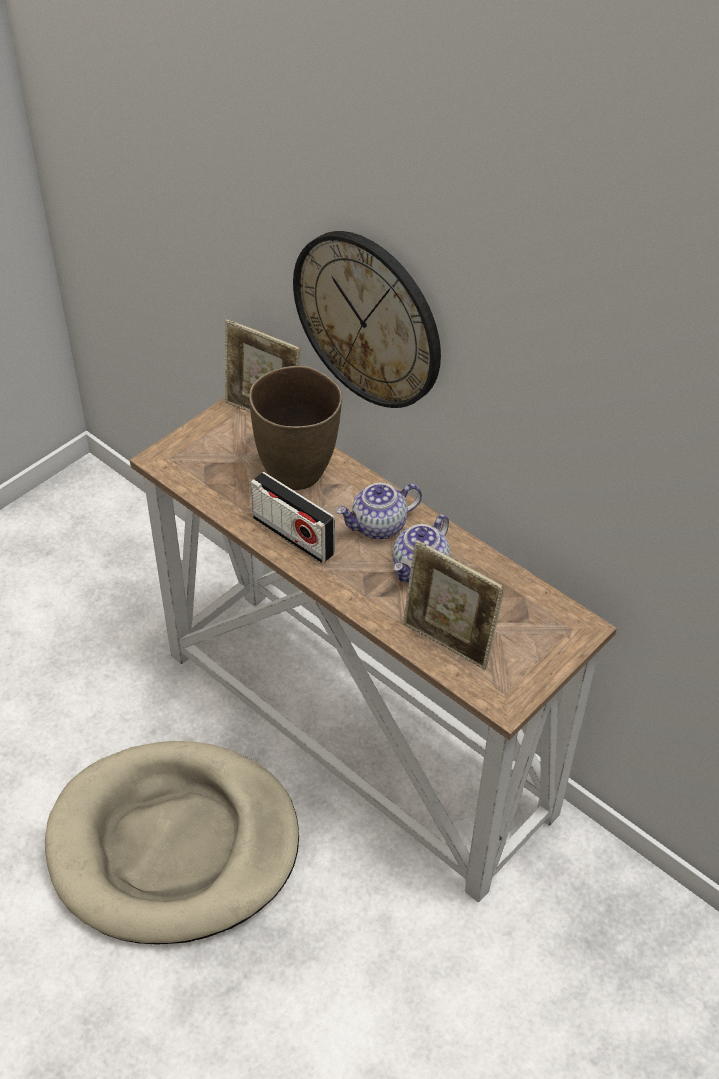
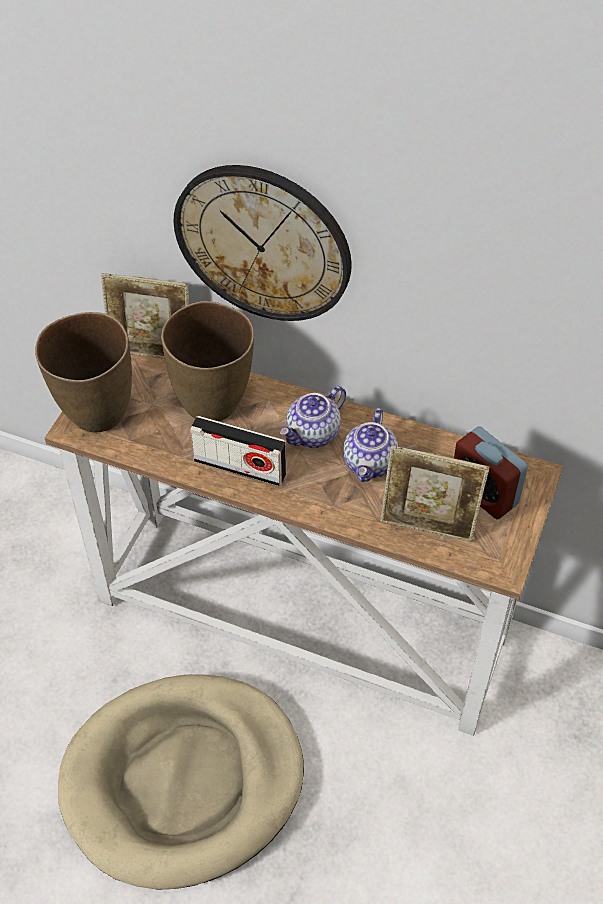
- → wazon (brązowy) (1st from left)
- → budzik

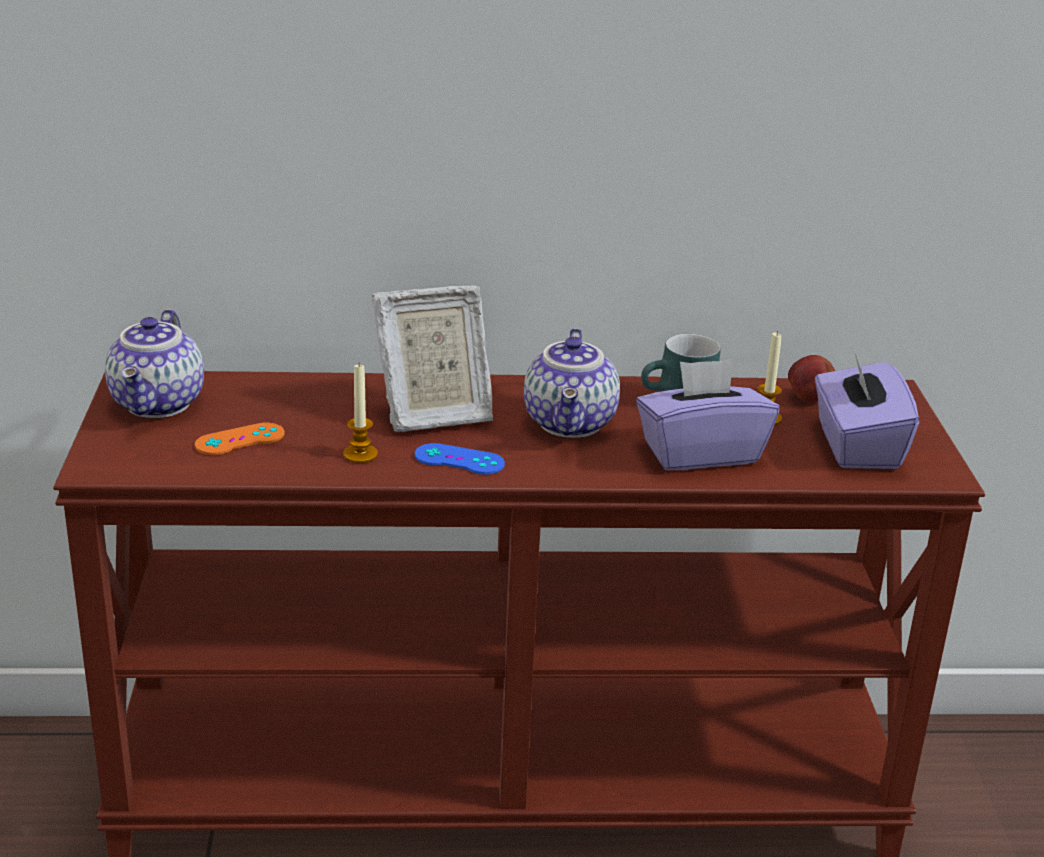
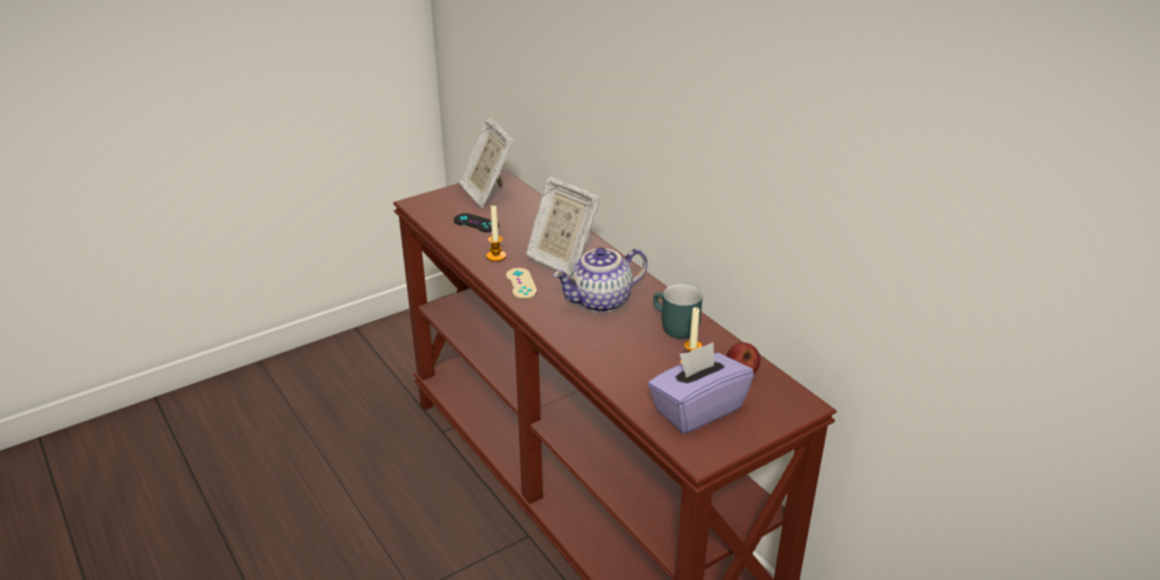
imbryk (1st from left) → ramka na zdjęcie (1st from left)
pad do gier (pomarańczowy) → pad do gier (czarny)
pad do gier (niebieski) → pad do gier (beżowy)
pudełko chusteczek (fioletowy) (1st from left) → -

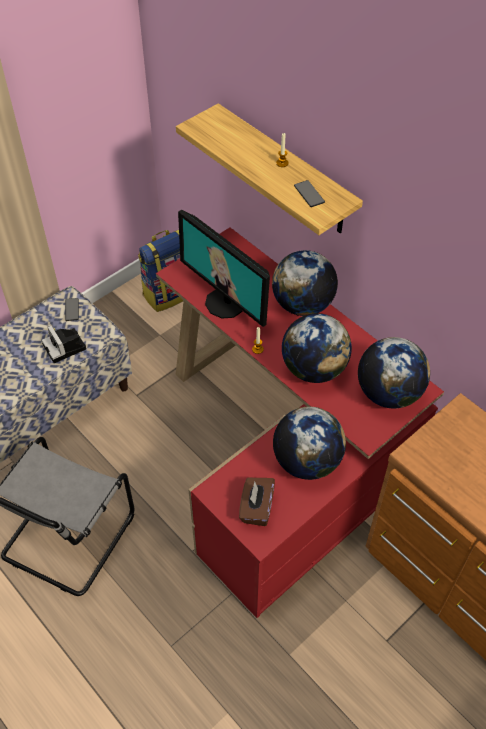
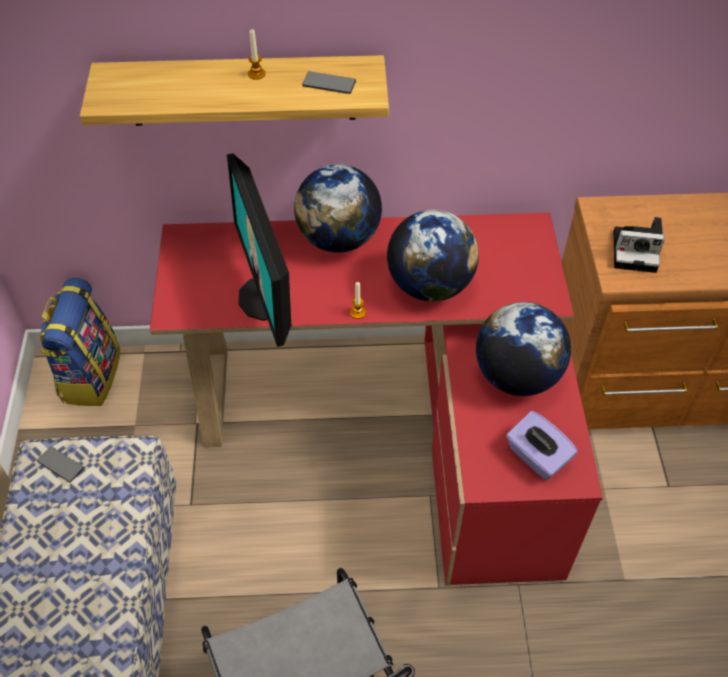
aparat fotograficzny, moved
monitor, 75 degrees clockwise
pudełko chusteczek (brązowy) → pudełko chusteczek (fioletowy)
globus (4th from left) → -

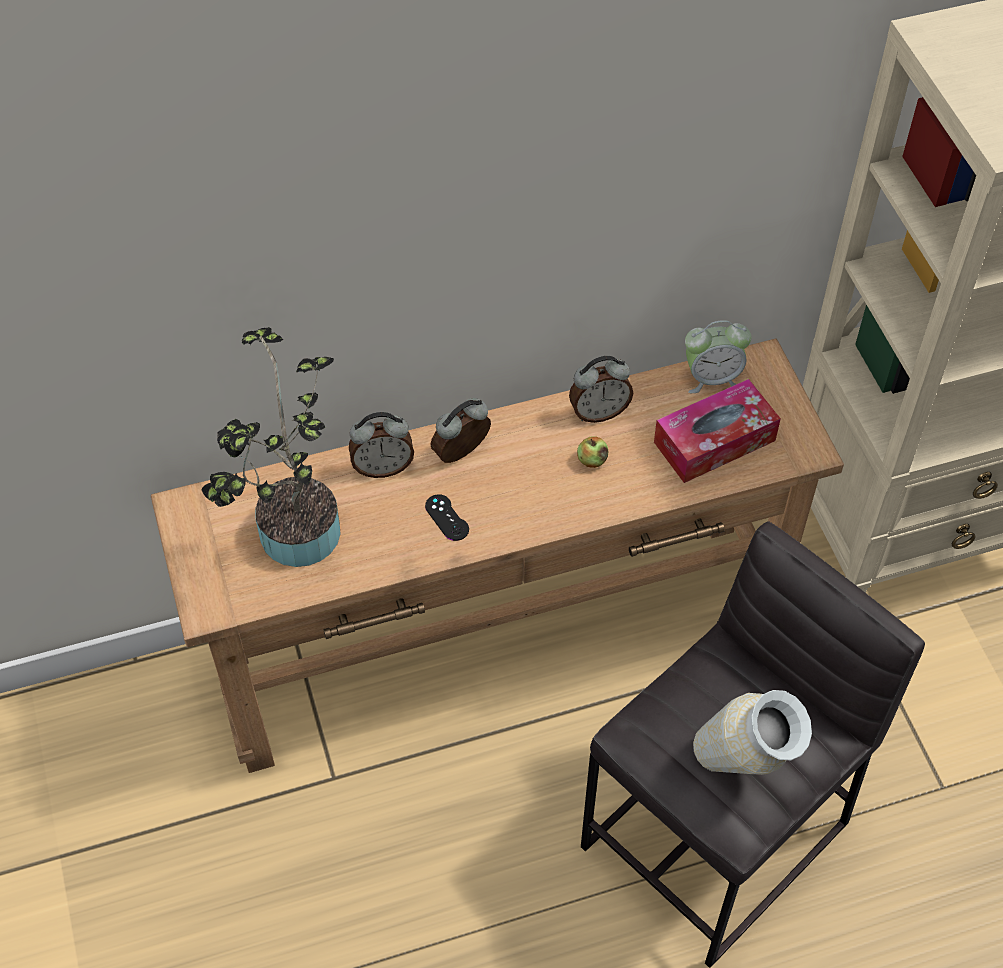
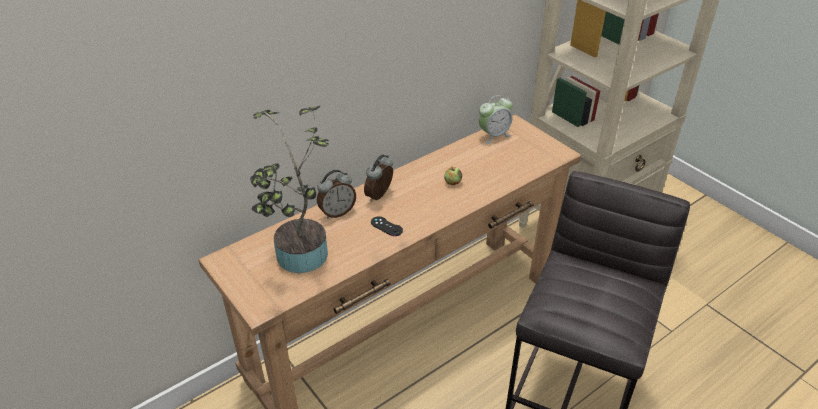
budzik (3rd from left) → -
pudełko chusteczek → -
wazon → -

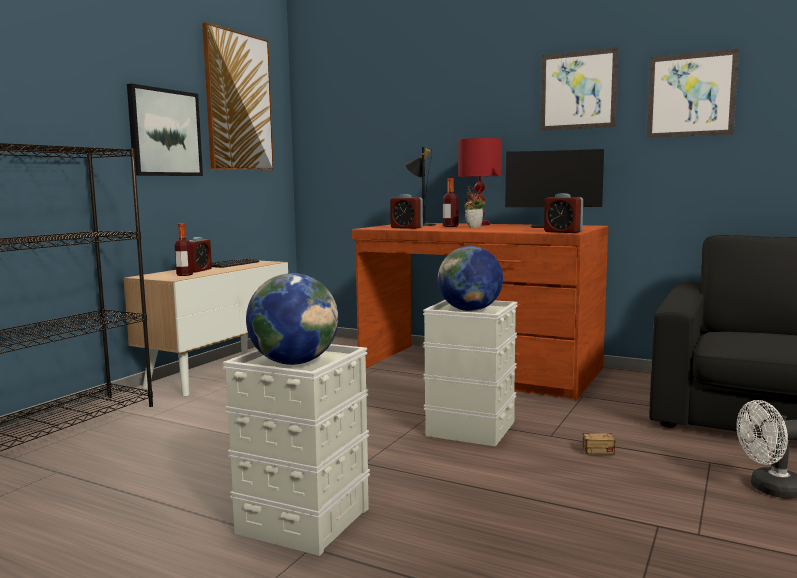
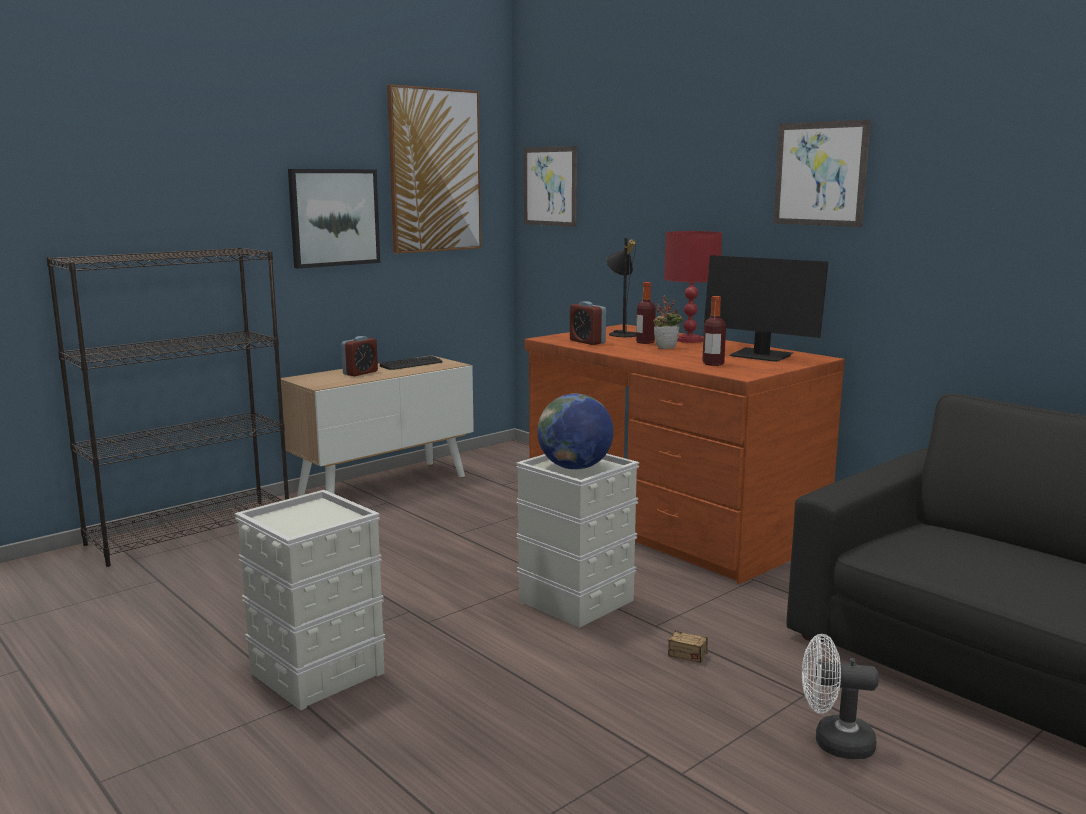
butelka (1st from left in the first image) → butelka (2nd from left), moved
globus (1st from left) → -
budzik (3rd from left) → -
obraz (4th from left in the first image) → obraz (3rd from left), moved

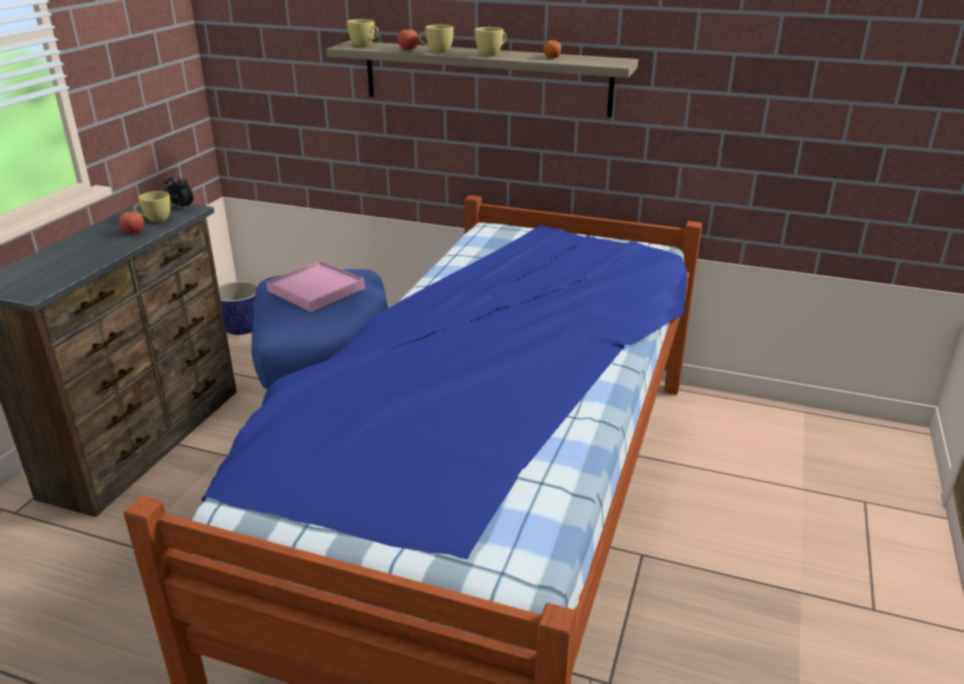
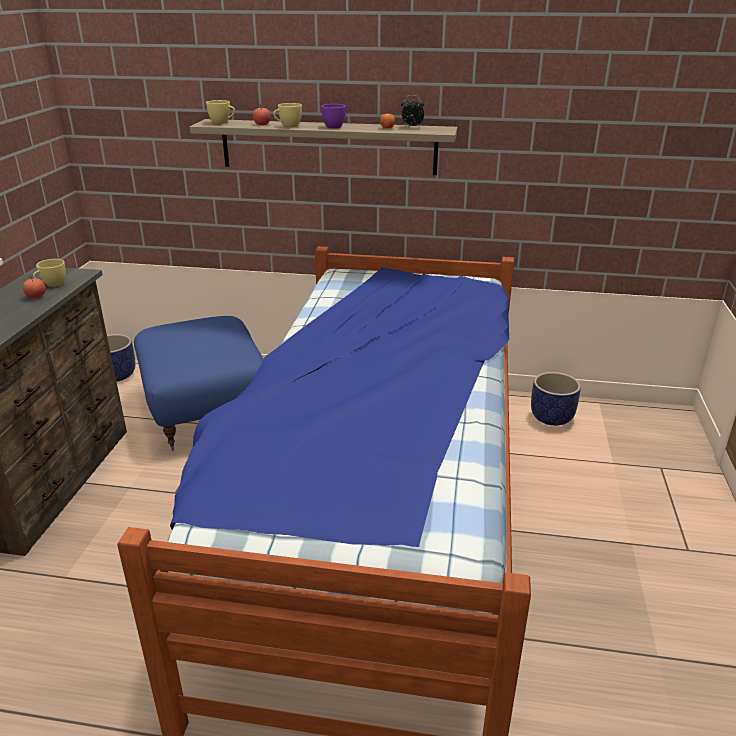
budzik, moved
taca (różowy) → -
filiżanka (żółty) (4th from left) → filiżanka (fioletowy)
- → donica (2nd from left)

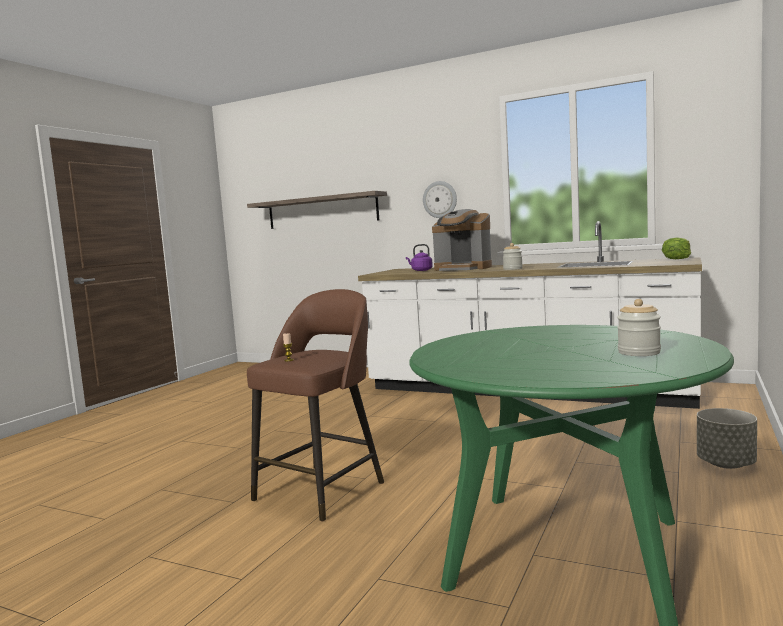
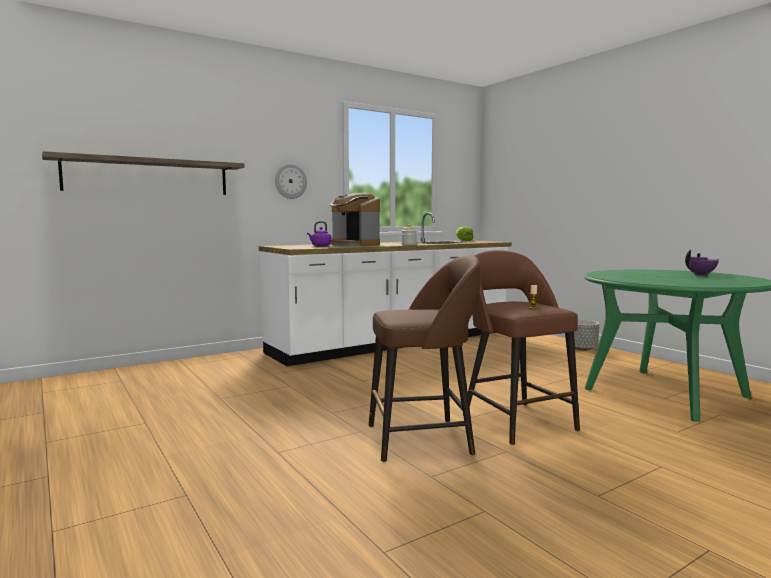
ekspres do kawy, 75 degrees clockwise
słoik (2nd from left) → imbryk (fioletowy)
- → stołek (brązowy) (1st from left)

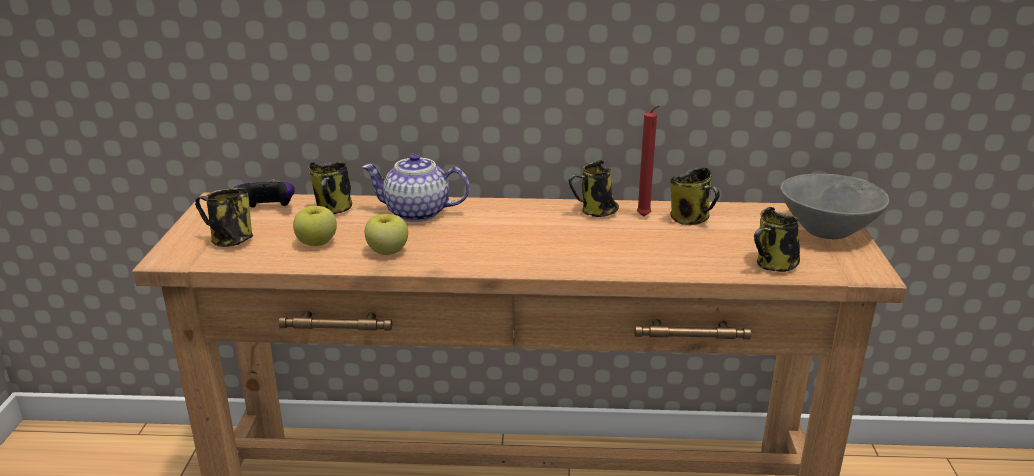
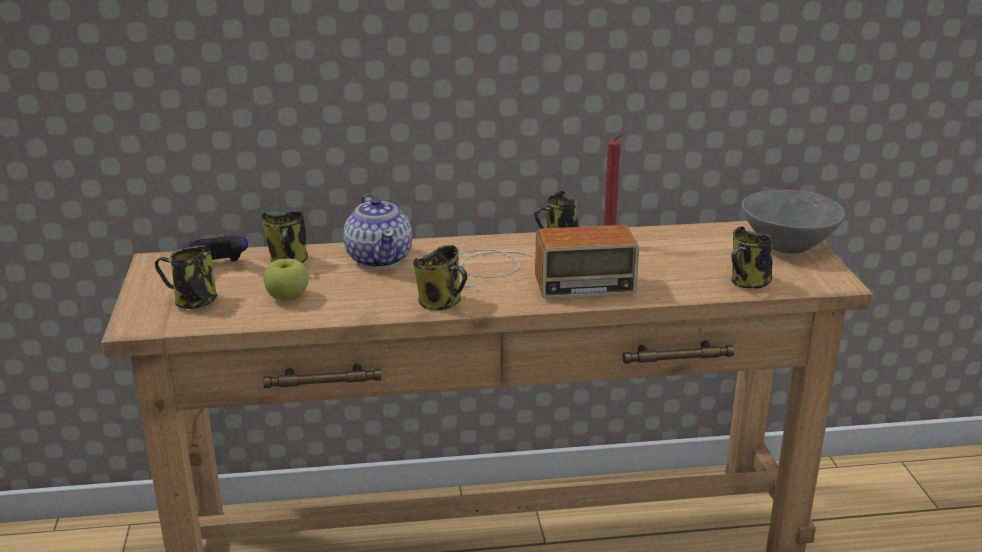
imbryk, 105 degrees counterclockwise
jabłko (2nd from left) → -
kubek (4th from left in the first image) → kubek (3rd from left), moved
- → radio

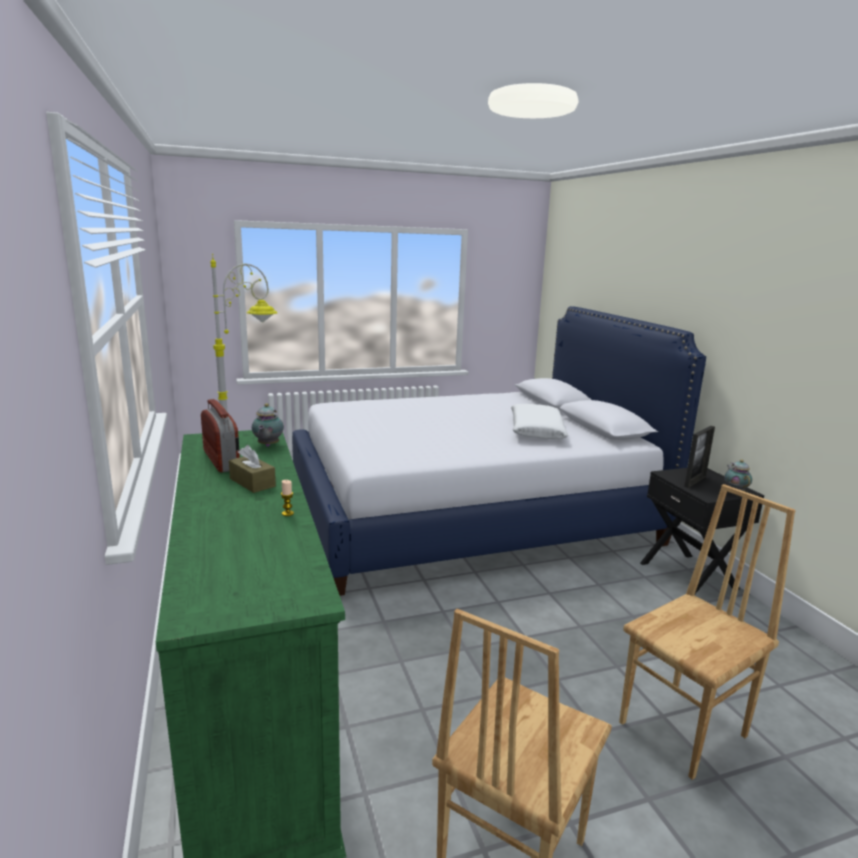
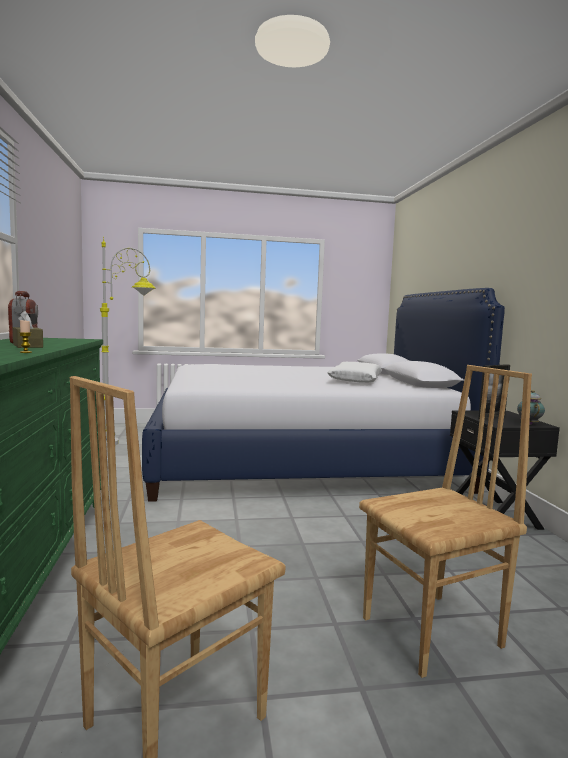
imbryk (1st from left) → -

